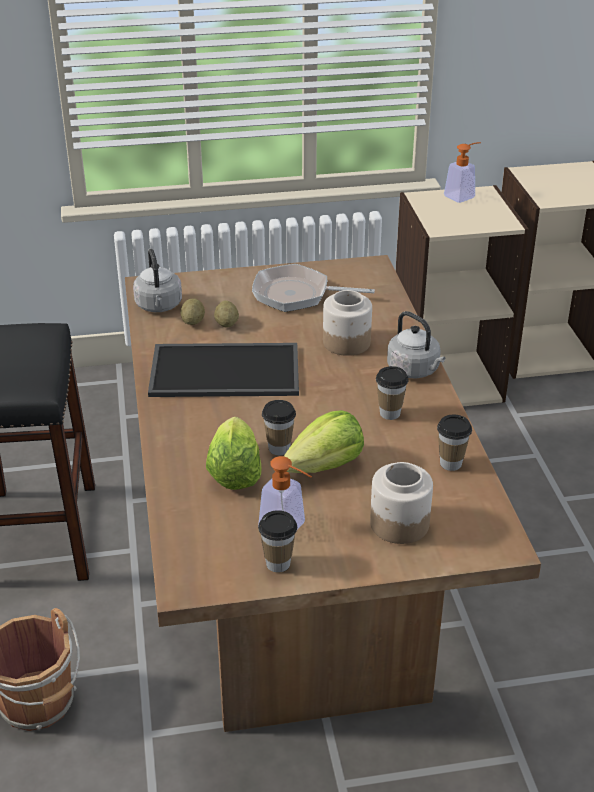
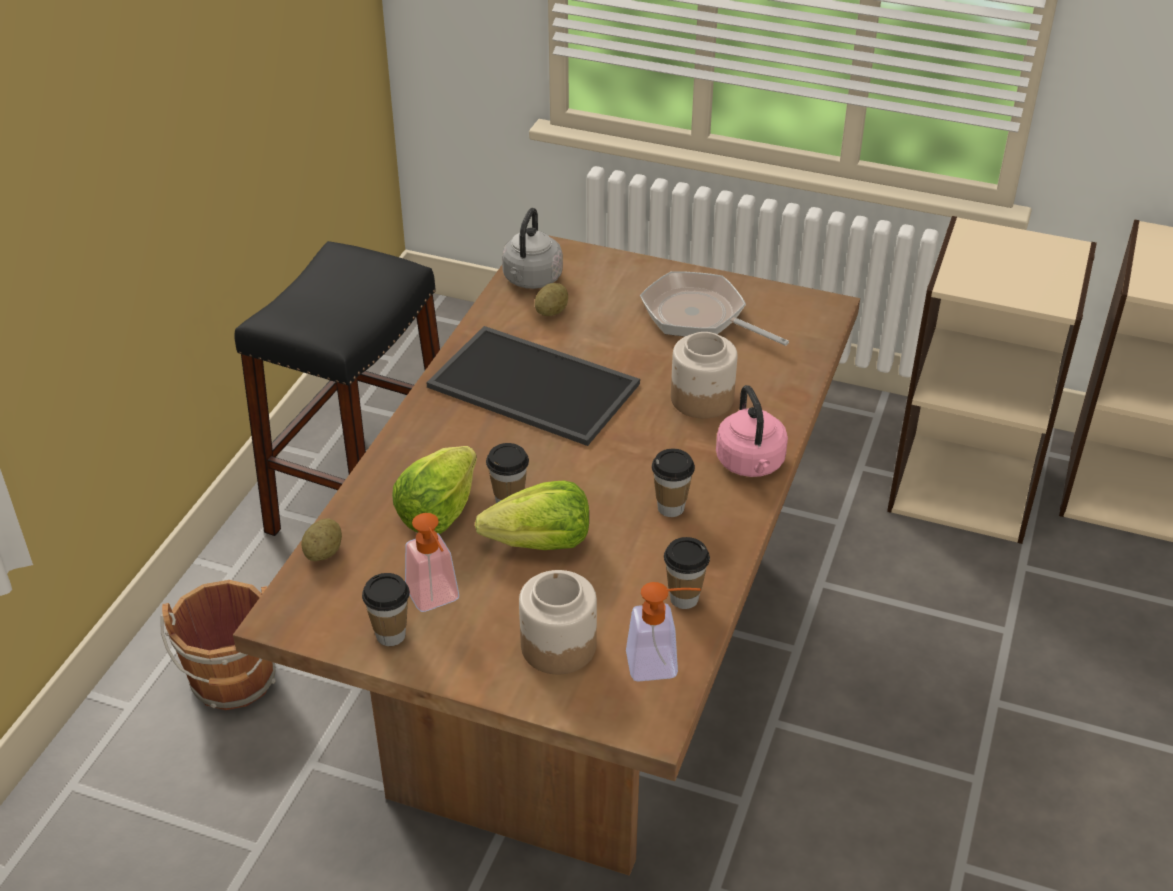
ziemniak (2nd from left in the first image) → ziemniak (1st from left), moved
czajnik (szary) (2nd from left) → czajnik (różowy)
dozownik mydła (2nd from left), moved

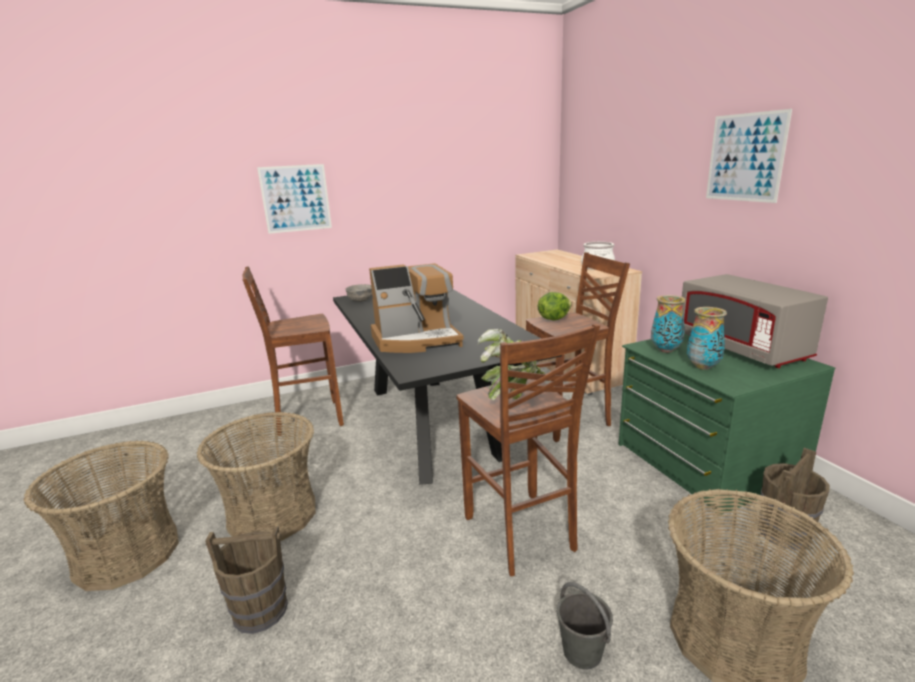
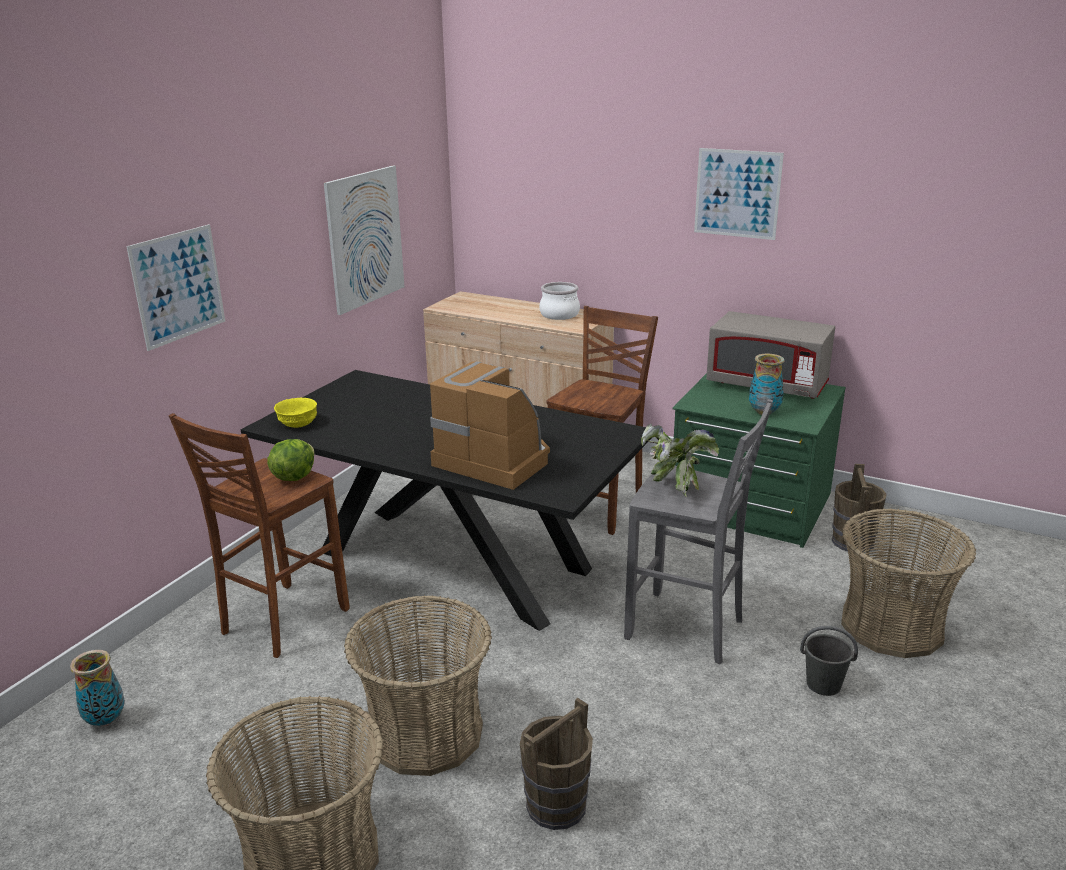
miska (szary) → miska (żółty)
ekspres do kawy, 90 degrees counterclockwise
stołek (brązowy) (2nd from left) → stołek (szary)
sałata, moved
wazon (1st from left), moved
- → obraz (2nd from left)

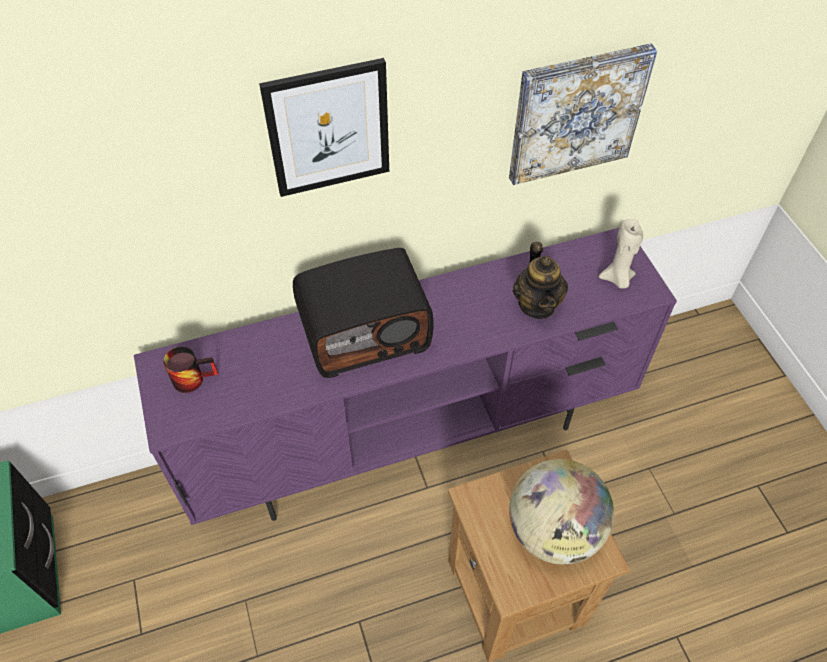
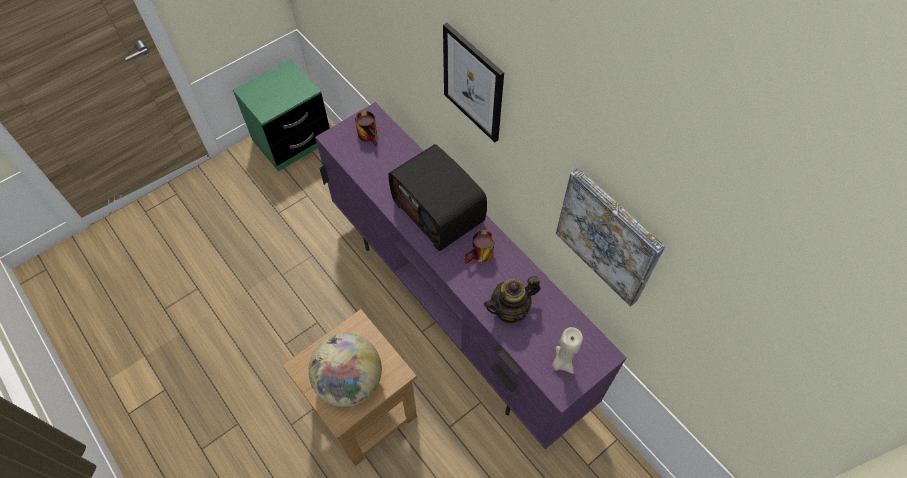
- → kubek (2nd from left)

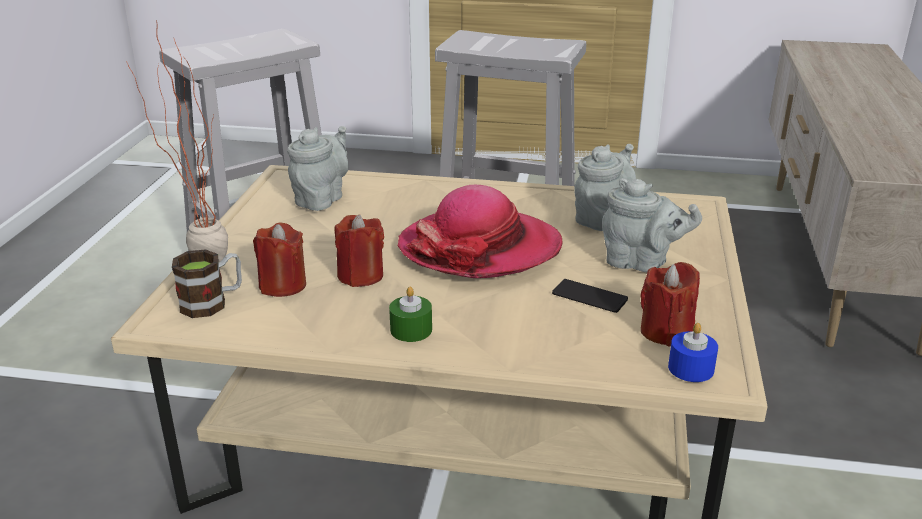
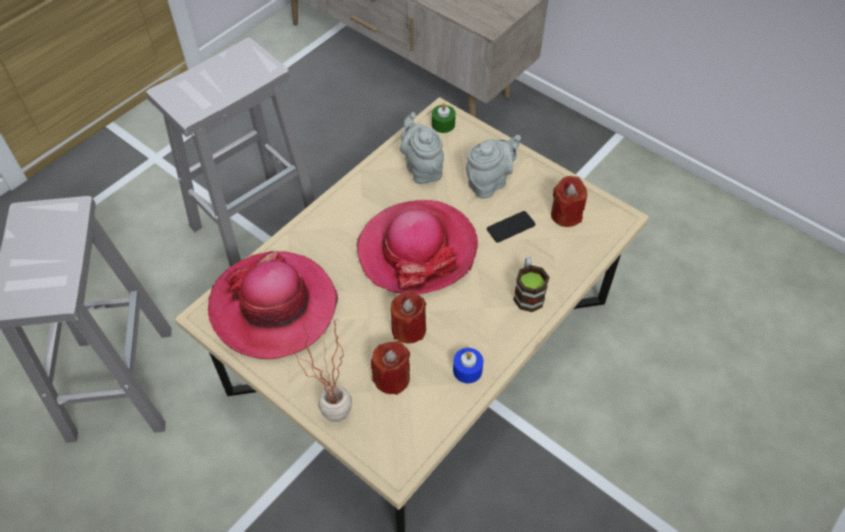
kubek, moved
imbryk (szary) (1st from left) → kapelusz (1st from left)
świeca (zielony), moved
świeca (niebieski), moved

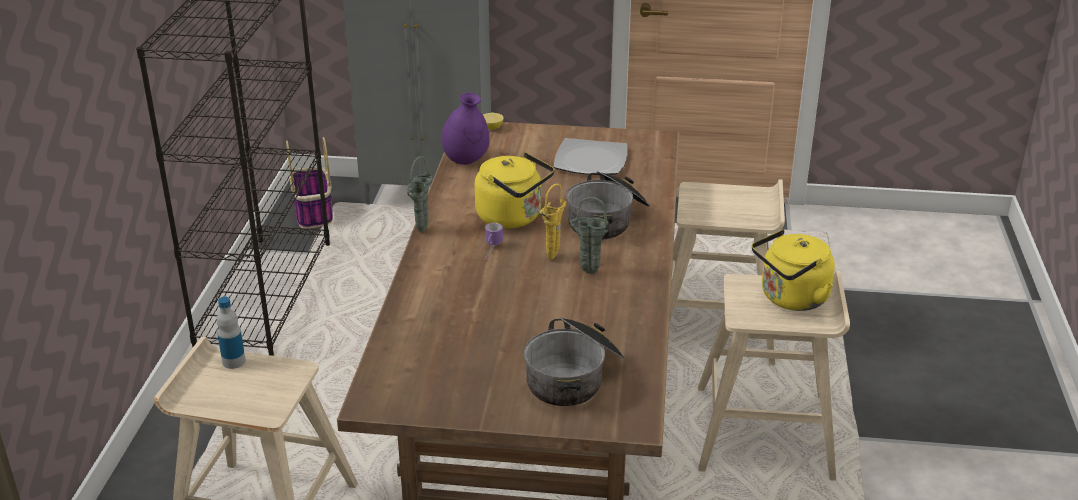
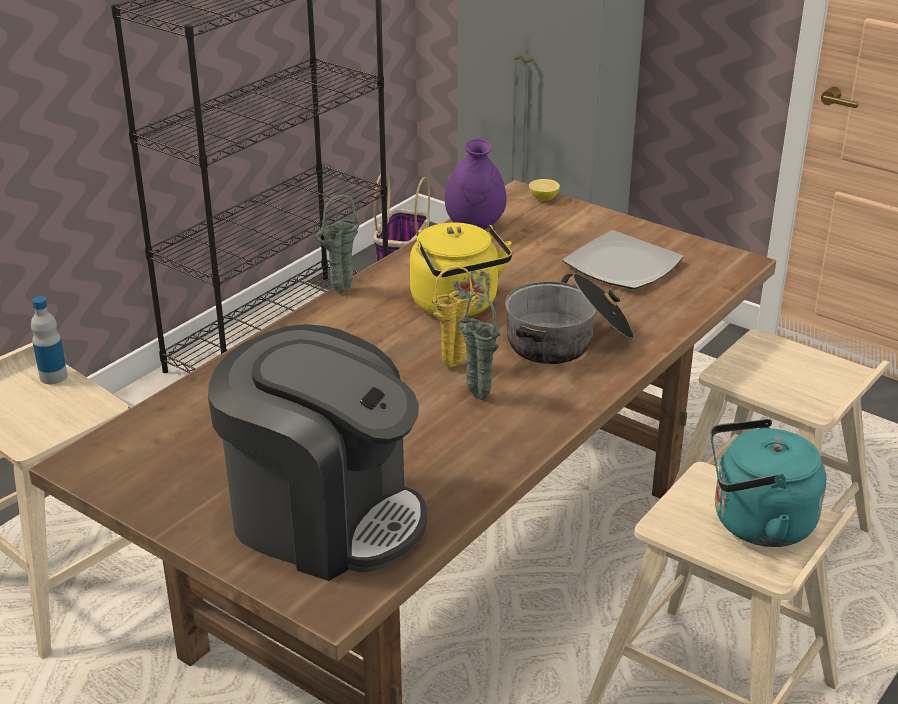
kubek → -
garnek (1st from left) → ekspres do kawy
czajnik (żółty) (2nd from left) → czajnik (turkusowy)

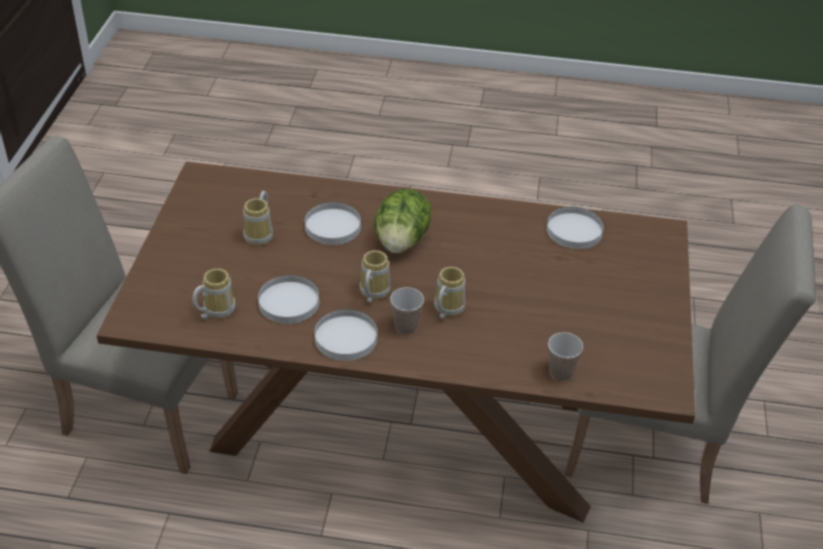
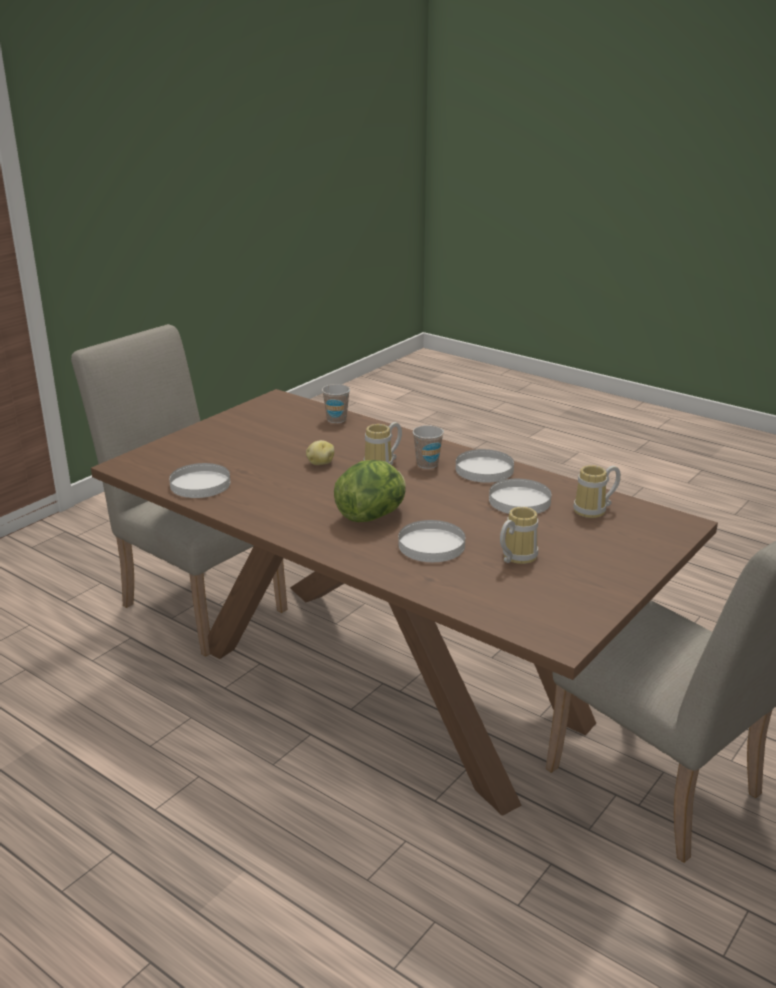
kubek (3rd from left) → -
- → ziemniak

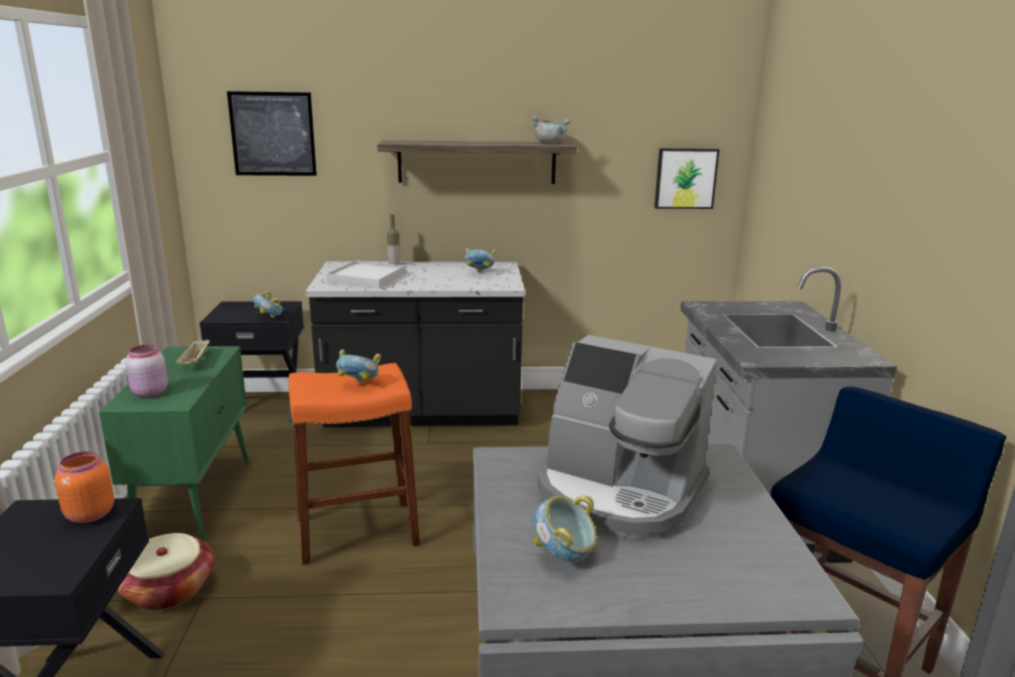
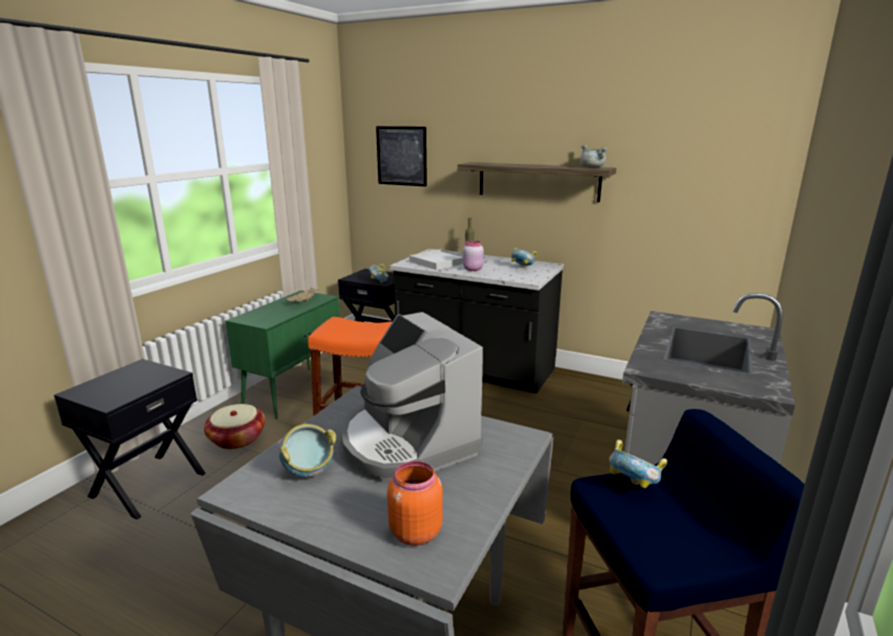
słoik (pomarańczowy), moved
słoik (różowy), moved
miska (2nd from left in the first image) → miska (4th from left), moved
obraz (2nd from left) → -

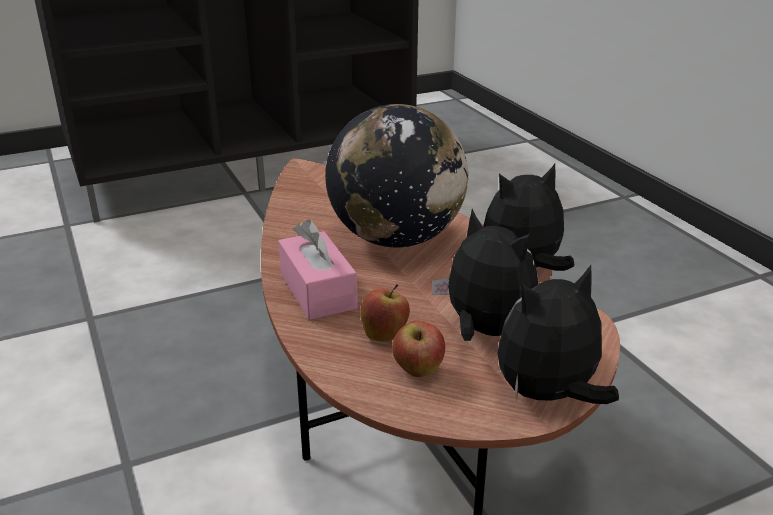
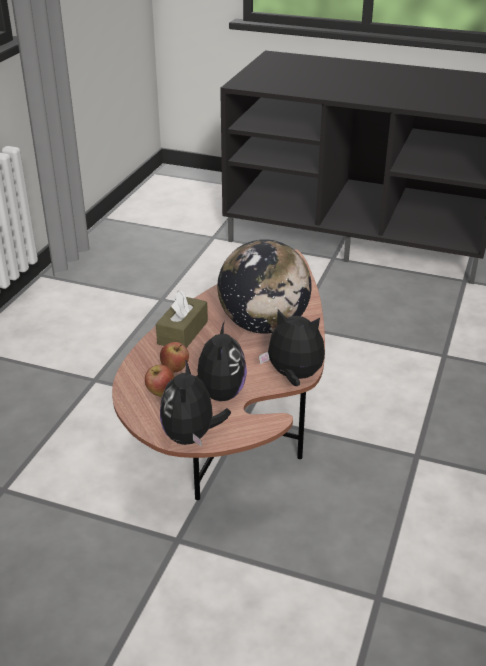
pudełko chusteczek (różowy) → pudełko chusteczek (brązowy)
pluszak (3rd from left in the first image) → pluszak (1st from left), 105 degrees counterclockwise

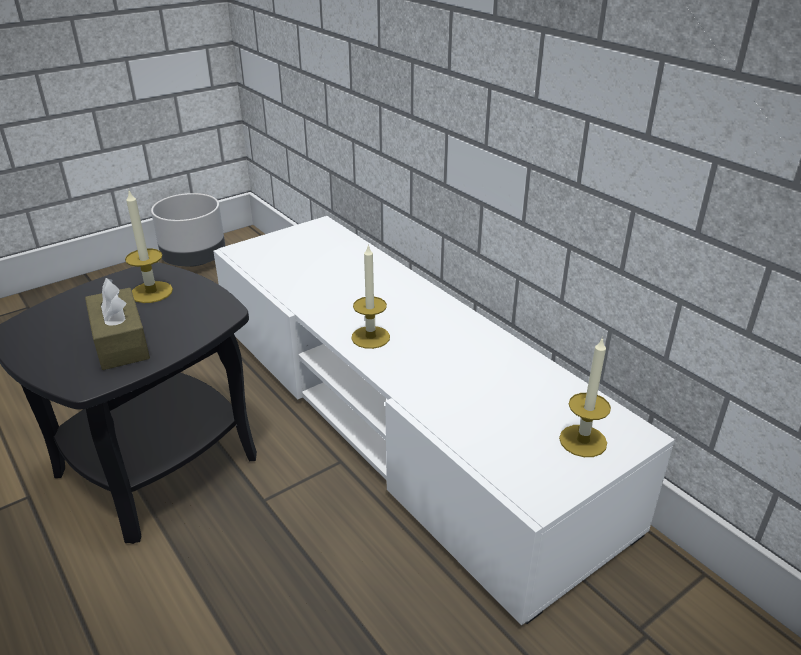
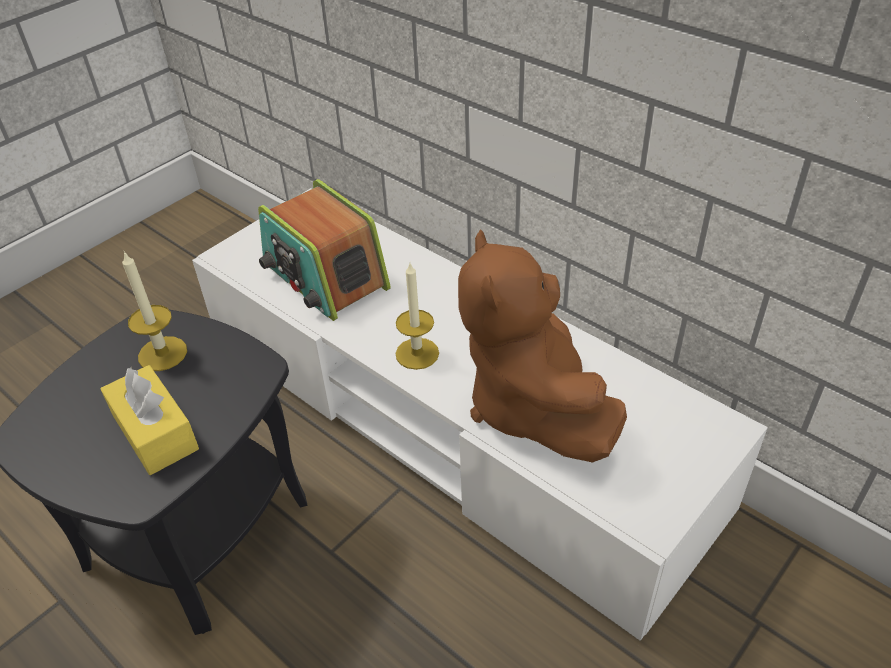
pudełko chusteczek (brązowy) → pudełko chusteczek (żółty)
donica (szary) → -
świeca (3rd from left) → -
- → radio
- → pluszak (brązowy)

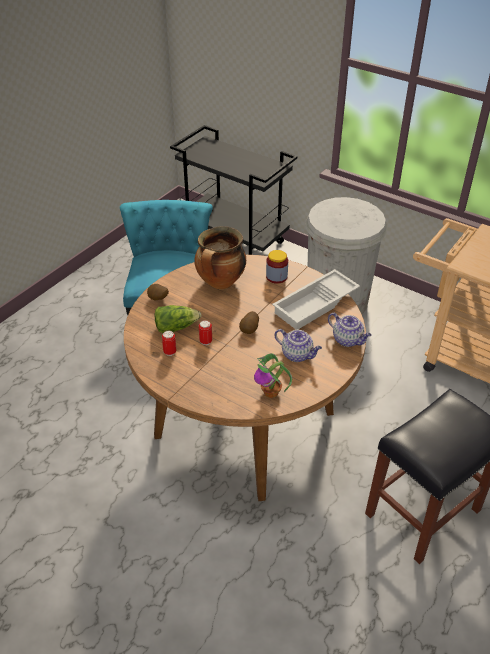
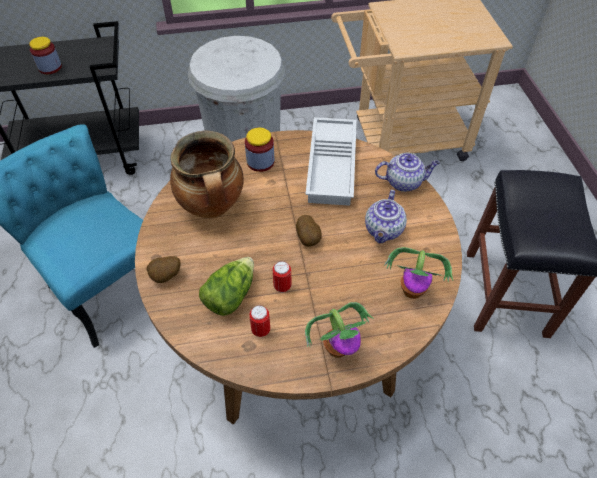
imbryk (1st from left), 120 degrees clockwise
- → słoik (1st from left)
- → roślina doniczkowa (1st from left)

